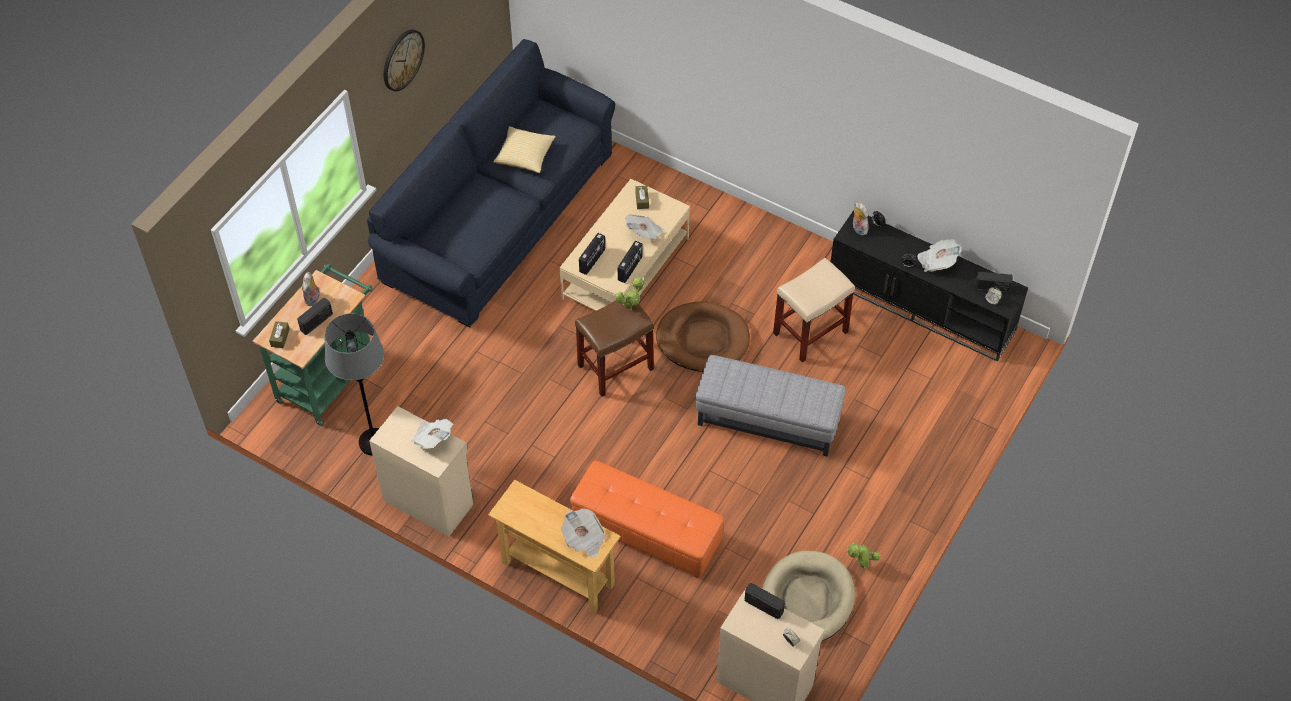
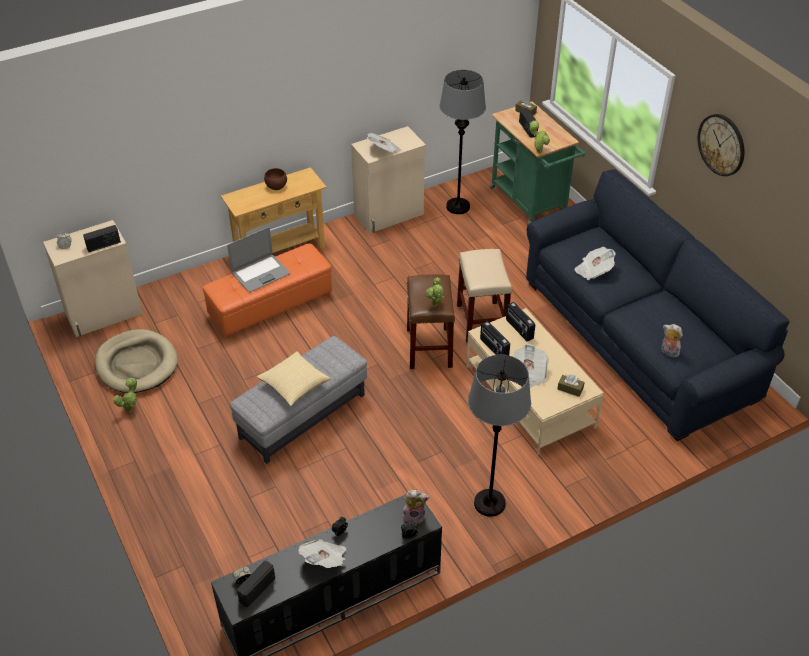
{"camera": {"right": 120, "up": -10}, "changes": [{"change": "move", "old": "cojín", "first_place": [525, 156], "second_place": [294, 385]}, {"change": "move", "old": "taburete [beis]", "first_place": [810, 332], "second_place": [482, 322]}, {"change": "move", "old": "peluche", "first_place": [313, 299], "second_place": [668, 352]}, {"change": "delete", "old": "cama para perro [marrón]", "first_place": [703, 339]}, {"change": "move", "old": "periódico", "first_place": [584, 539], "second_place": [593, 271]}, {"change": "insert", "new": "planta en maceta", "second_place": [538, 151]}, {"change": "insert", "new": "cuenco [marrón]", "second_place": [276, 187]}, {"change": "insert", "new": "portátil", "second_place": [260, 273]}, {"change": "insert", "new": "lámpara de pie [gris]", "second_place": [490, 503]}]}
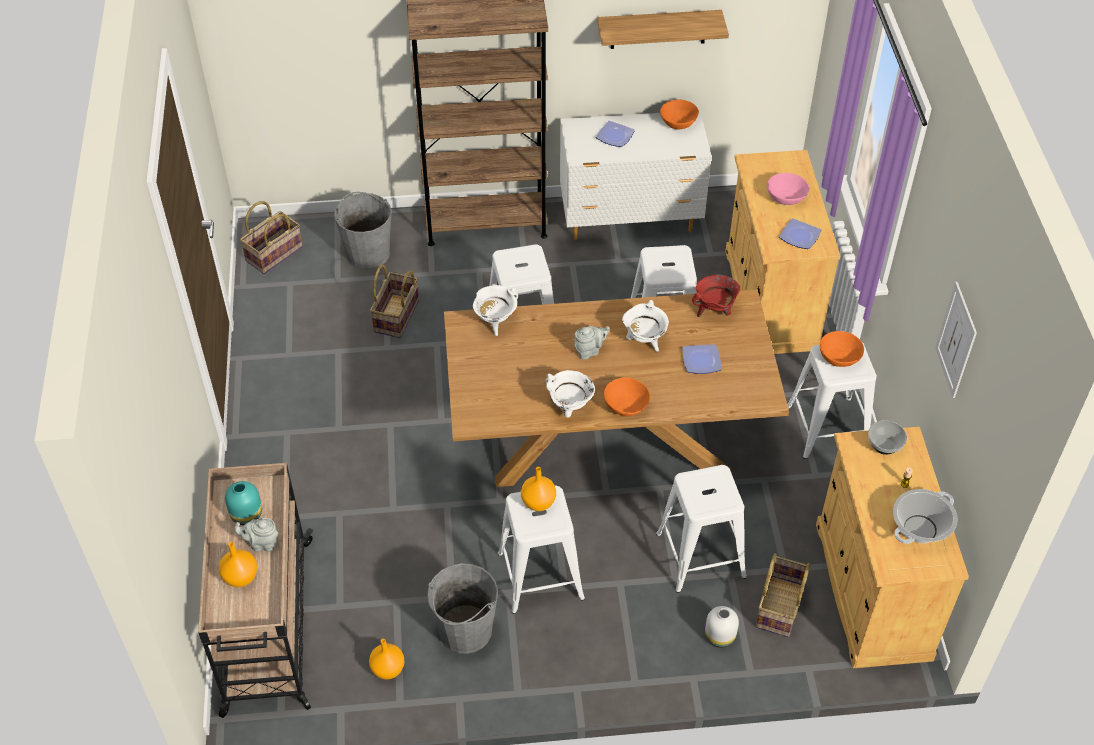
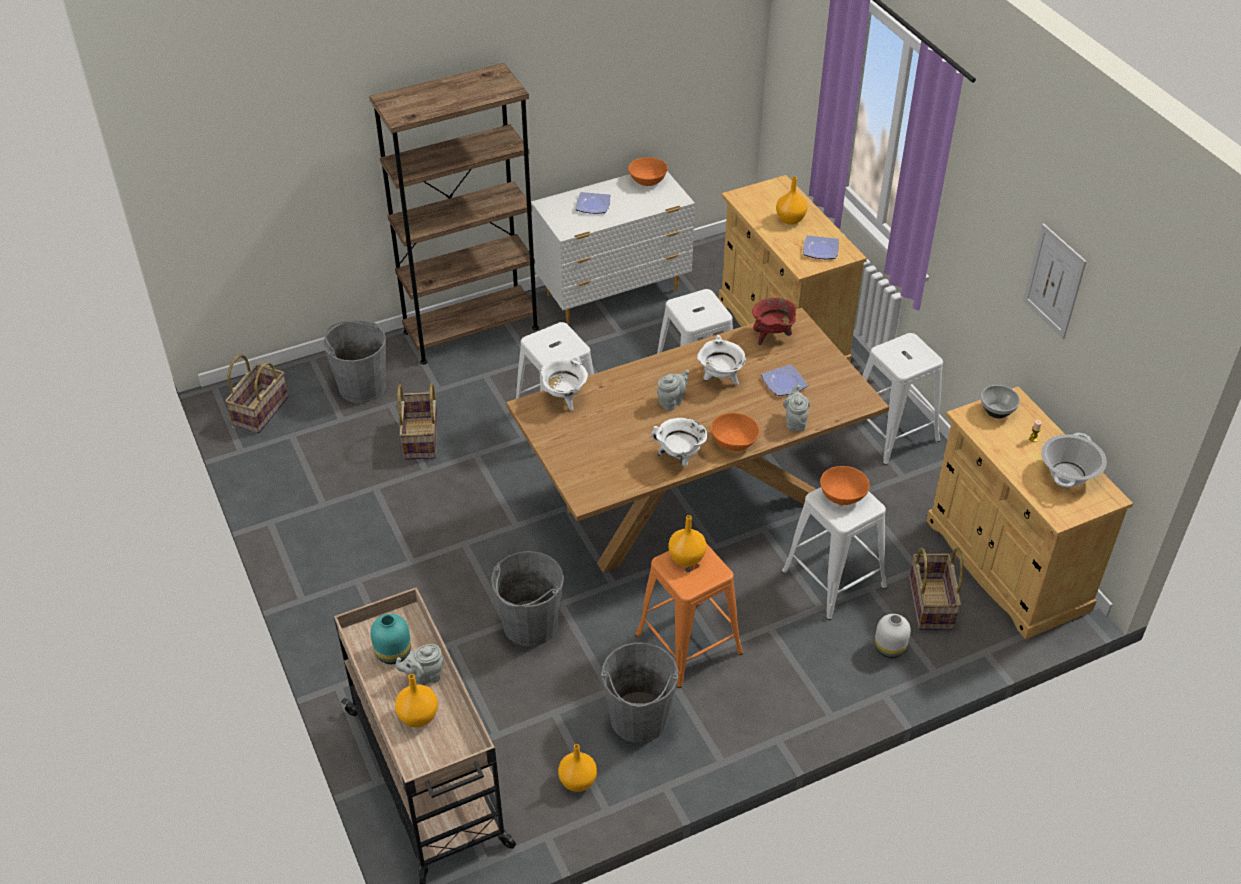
{"camera": {"right": -20, "up": -5}, "changes": [{"change": "delete", "old": "estante", "first_place": [658, 29]}, {"change": "replace", "old": "cuenco [rosa]", "new": "florero [naranja]", "first_place": [786, 197], "second_place": [789, 219]}, {"change": "move", "old": "cuenco [naranja]", "first_place": [839, 357], "second_place": [842, 495]}, {"change": "recolor", "old": "taburete [blanco]", "new": "taburete [naranja]", "first_place": [540, 575], "second_place": [688, 643]}, {"change": "insert", "new": "tetera [gris]", "second_place": [795, 421]}, {"change": "insert", "new": "cubo [gris]", "second_place": [530, 625]}]}
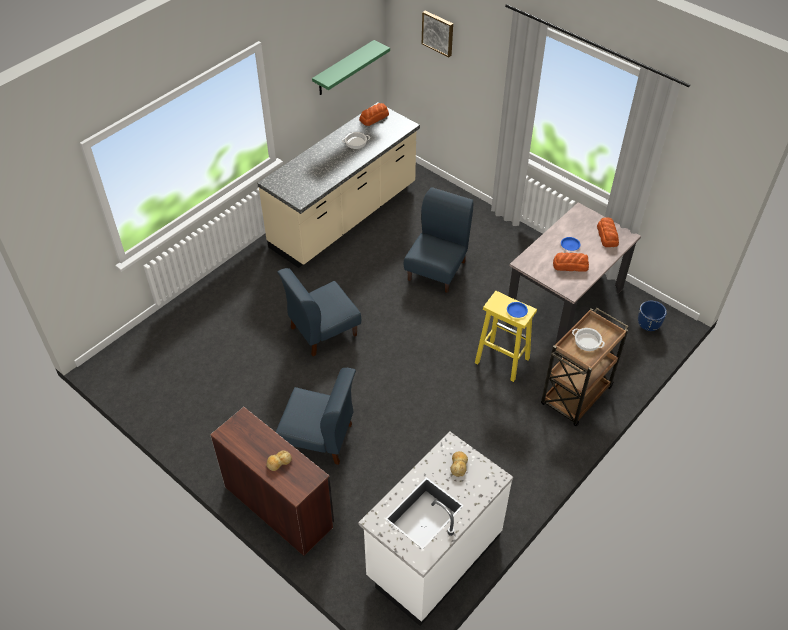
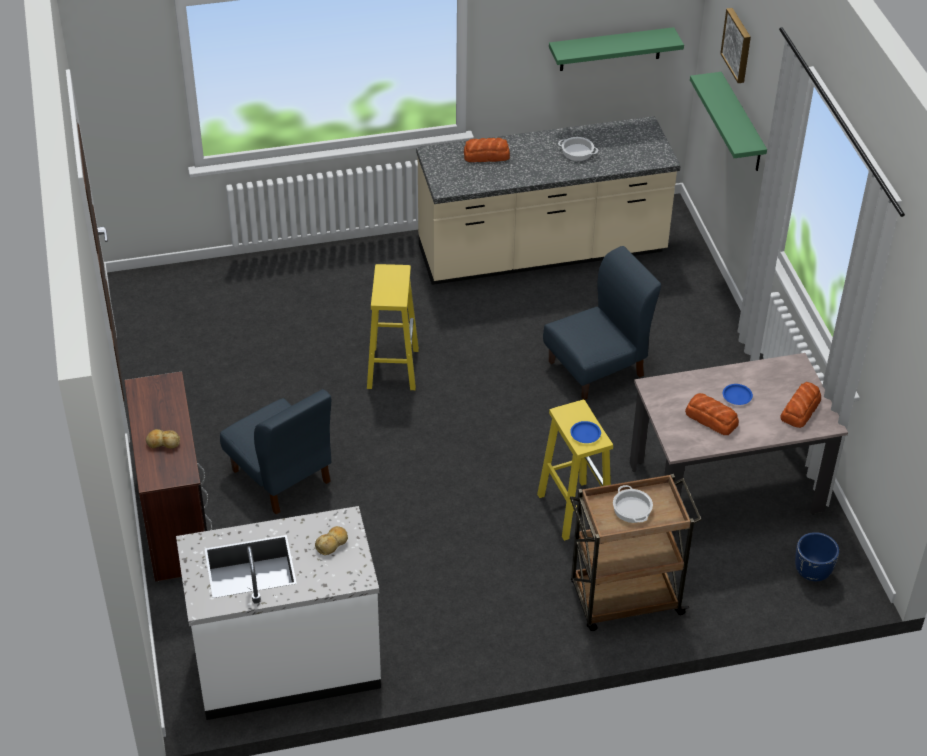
{"camera": {"right": 35, "up": -5}, "changes": [{"change": "move", "old": "pan", "first_place": [374, 117], "second_place": [487, 155]}, {"change": "replace", "old": "silla [azul]", "new": "taburete [amarillo]", "first_place": [323, 331], "second_place": [392, 367]}, {"change": "insert", "new": "estante [verde]", "second_place": [741, 124]}]}
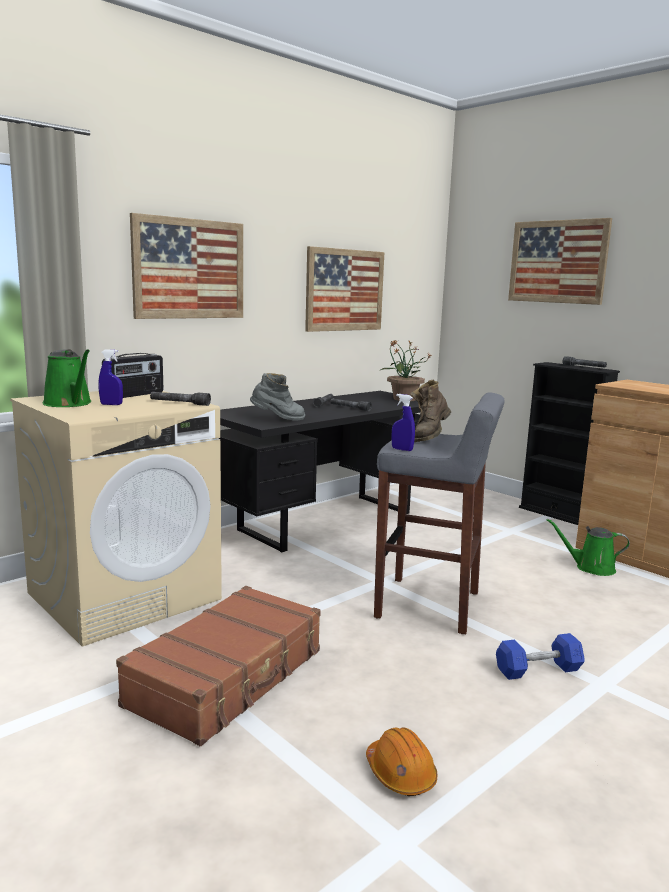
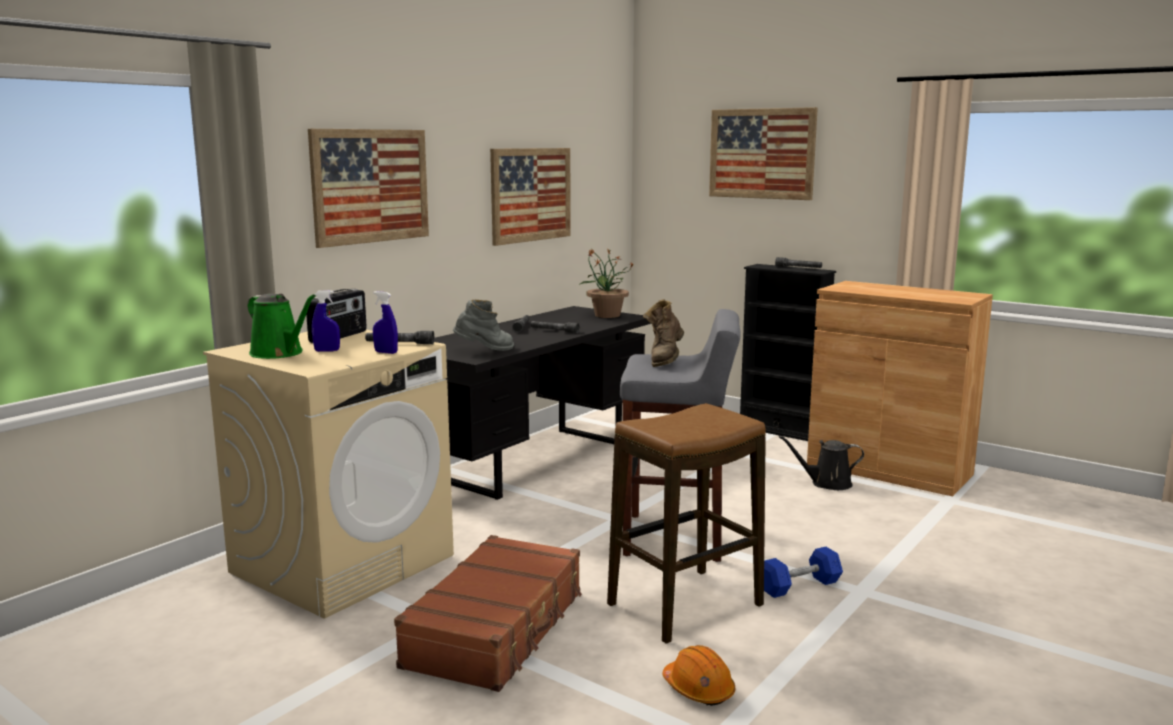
{"camera": {"right": -10, "up": 0}, "changes": [{"change": "move", "old": "pulverizador [azul]", "first_place": [402, 449], "second_place": [386, 352]}, {"change": "recolor", "old": "regadera [verde]", "new": "regadera [negro]", "first_place": [591, 568], "second_place": [827, 483]}, {"change": "insert", "new": "taburete", "second_place": [685, 605]}]}
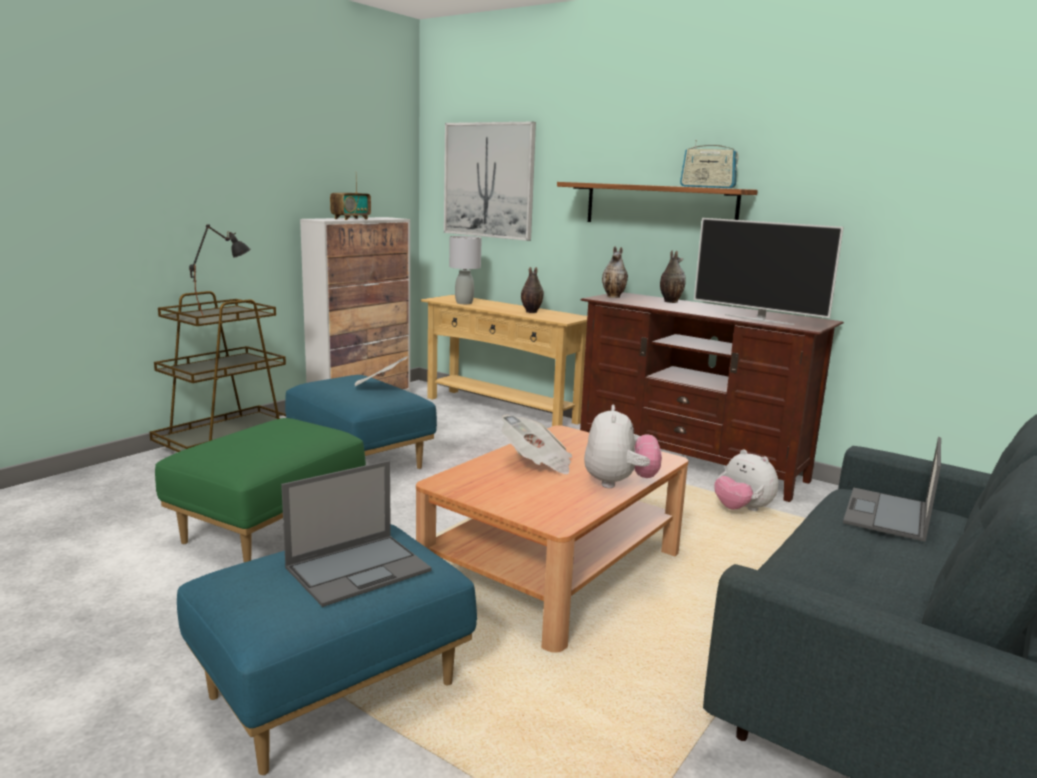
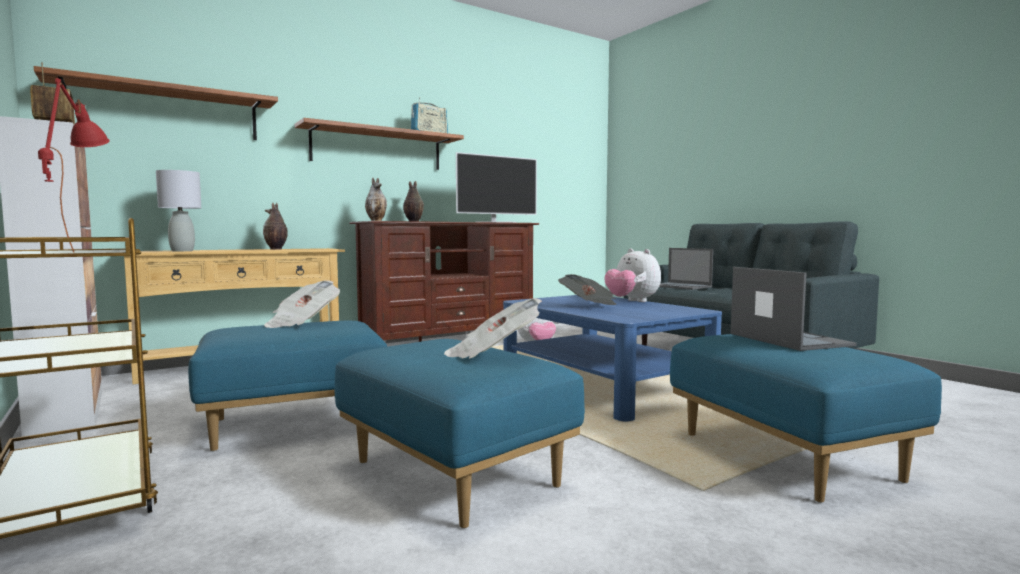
{"camera": {"right": -70, "up": -10}, "changes": [{"change": "replace", "old": "cuadro", "new": "estante", "first_place": [488, 180], "second_place": [167, 112]}, {"change": "recolor", "old": "lámpara de mesa [negro]", "new": "lámpara de mesa [rojo]", "first_place": [224, 316], "second_place": [78, 251]}, {"change": "rotate", "old": "peluche", "first_place": [619, 483], "second_place": [632, 301], "degrees": -150}, {"change": "recolor", "old": "puf [verde]", "new": "puf [azul]", "first_place": [269, 527], "second_place": [452, 474]}, {"change": "recolor", "old": "mesa de centro [marrón]", "new": "mesa de centro [azul]", "first_place": [554, 570], "second_place": [604, 386]}, {"change": "insert", "new": "periódico", "second_place": [493, 354]}]}
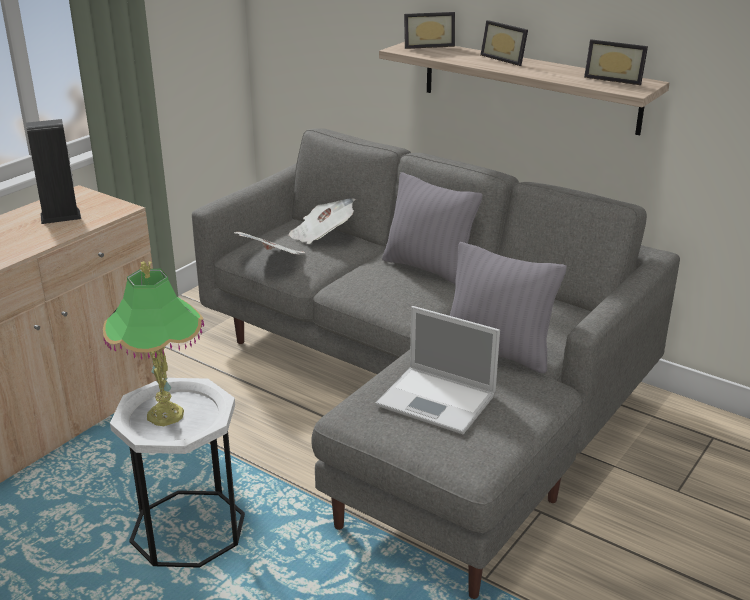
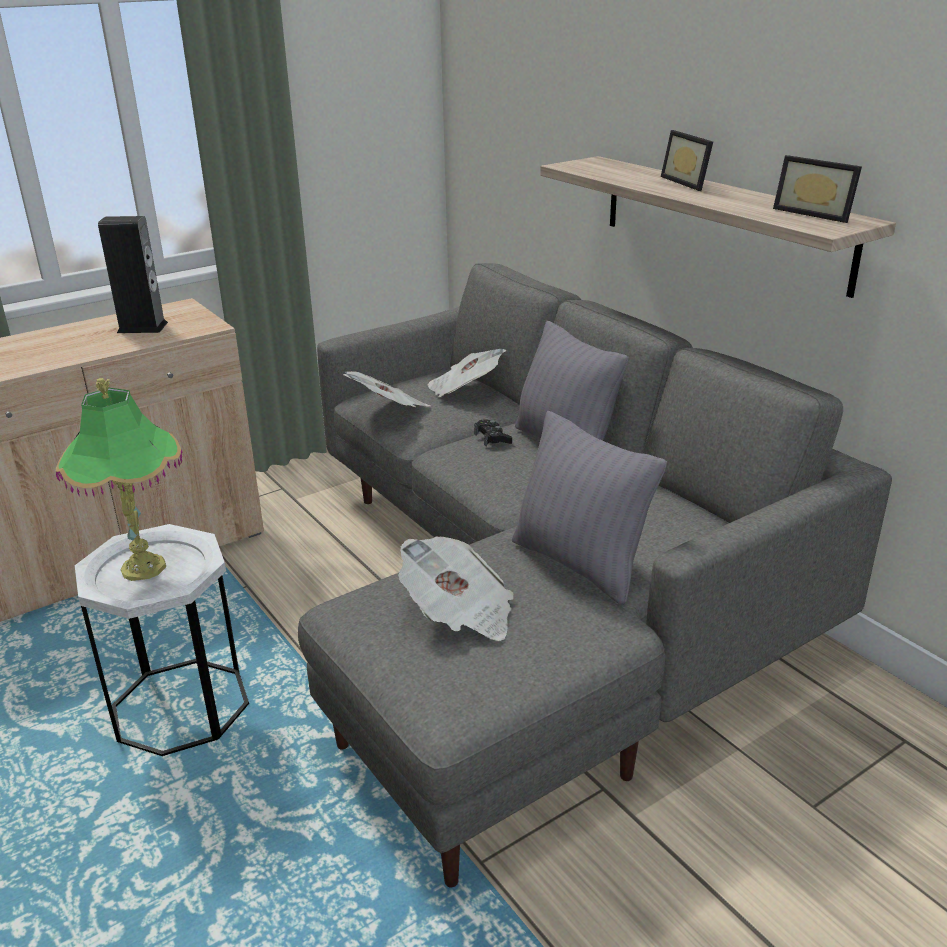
{"camera": {"right": 20, "up": 0}, "changes": [{"change": "delete", "old": "portarretratos", "first_place": [428, 45]}, {"change": "replace", "old": "portátil", "new": "periódico", "first_place": [438, 400], "second_place": [459, 613]}, {"change": "insert", "new": "mando de consola [negro]", "second_place": [492, 438]}]}
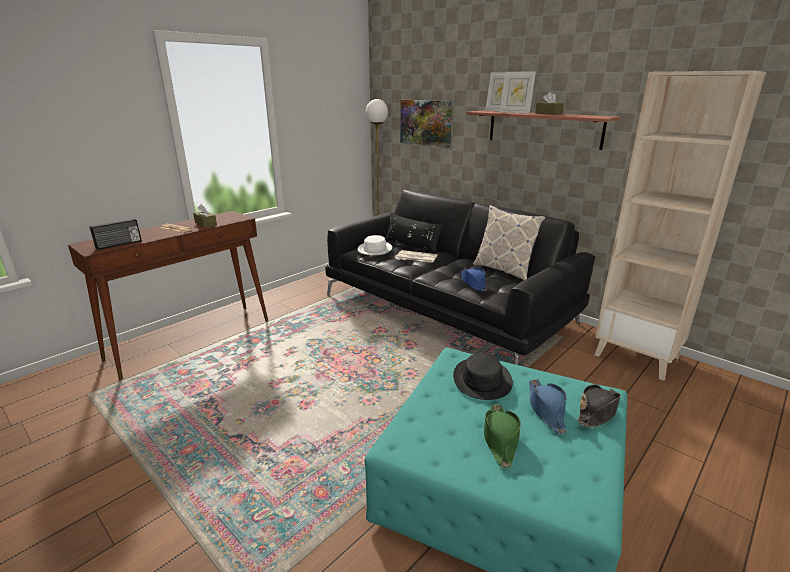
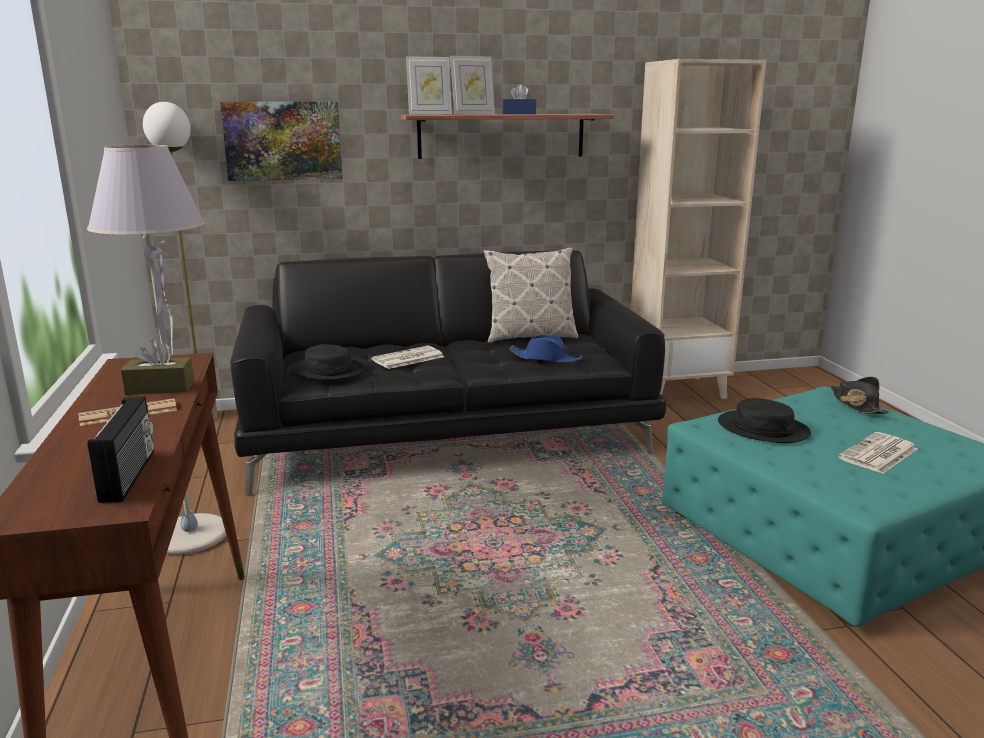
{"camera": {"right": -55, "up": -5}, "changes": [{"change": "recolor", "old": "caja de pañuelos [marrón]", "new": "caja de pañuelos [azul]", "first_place": [548, 114], "second_place": [519, 114]}, {"change": "delete", "old": "cojín [negro]", "first_place": [412, 246]}, {"change": "recolor", "old": "sombrero [blanco]", "new": "sombrero [negro]", "first_place": [375, 249], "second_place": [328, 370]}, {"change": "delete", "old": "sombrero [azul]", "first_place": [546, 409]}, {"change": "replace", "old": "sombrero [verde]", "new": "periódico", "first_place": [500, 439], "second_place": [878, 454]}, {"change": "insert", "new": "lámpara de pie [gris]", "second_place": [191, 536]}]}
